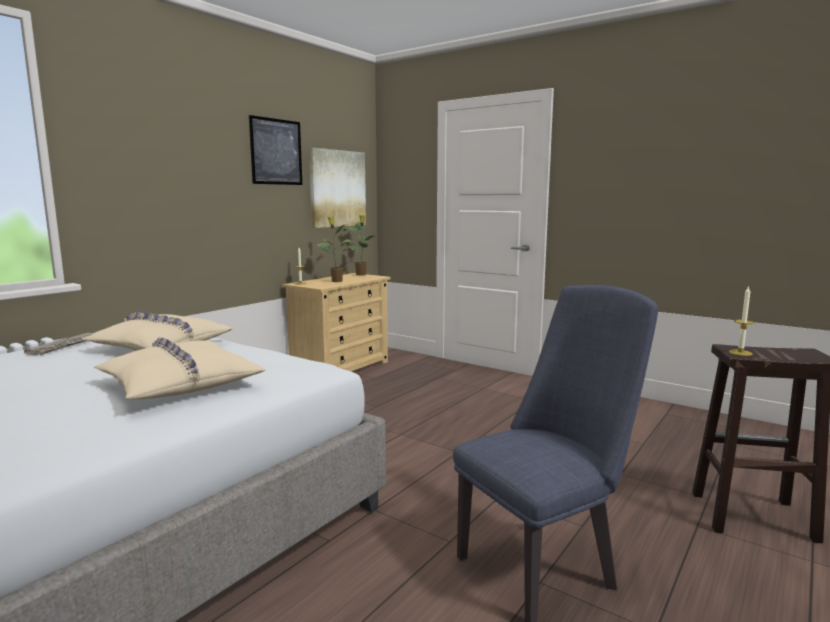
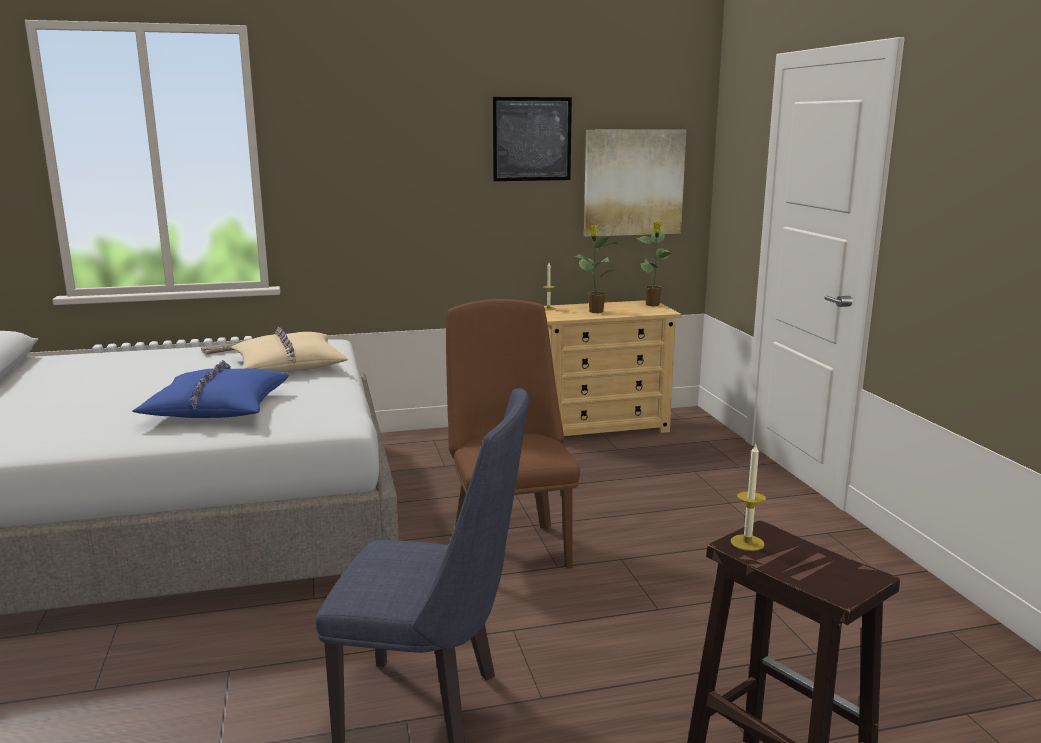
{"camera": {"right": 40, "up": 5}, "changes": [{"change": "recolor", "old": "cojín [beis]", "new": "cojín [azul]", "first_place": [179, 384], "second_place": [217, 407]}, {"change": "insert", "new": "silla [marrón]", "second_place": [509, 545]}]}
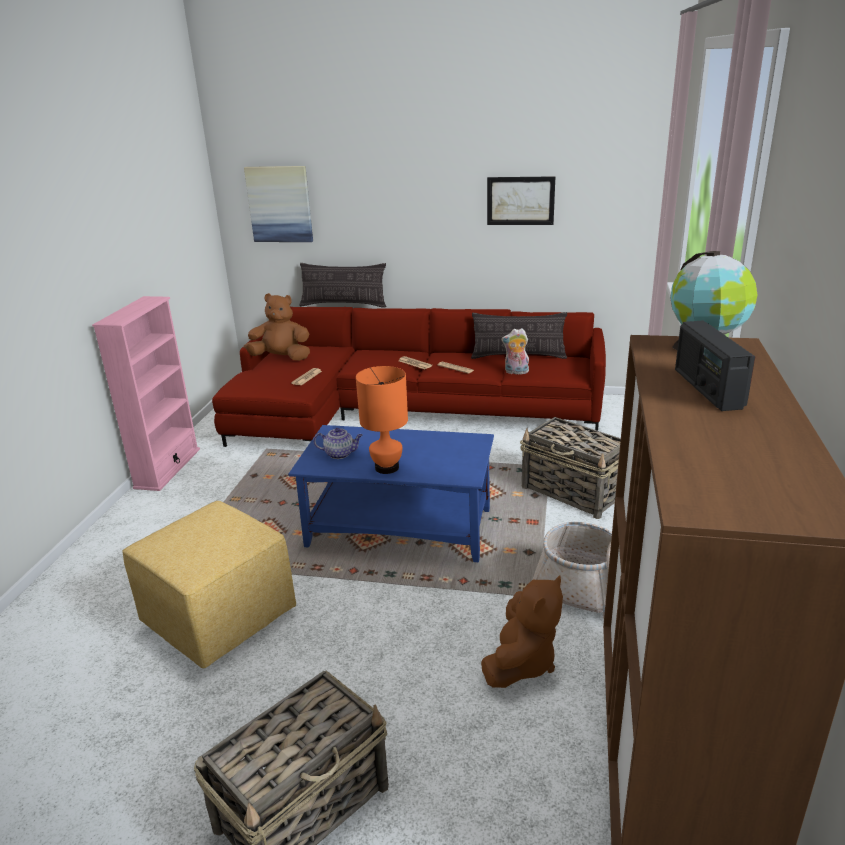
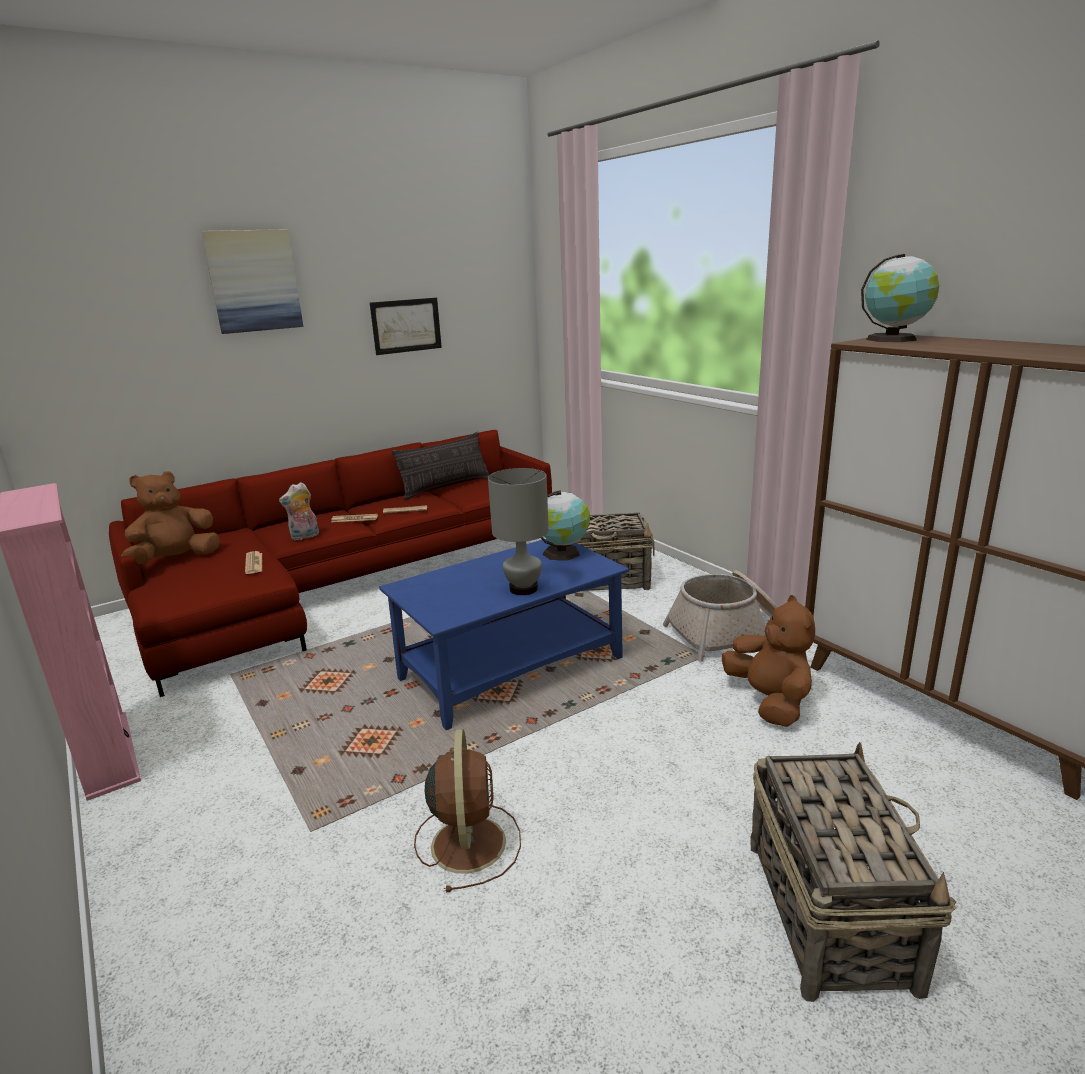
{"camera": {"right": -45, "up": -5}, "changes": [{"change": "move", "old": "cuadro", "first_place": [280, 204], "second_place": [254, 281]}, {"change": "delete", "old": "cojín", "first_place": [344, 305]}, {"change": "delete", "old": "radio", "first_place": [707, 389]}, {"change": "move", "old": "peluche", "first_place": [516, 372], "second_place": [304, 537]}, {"change": "recolor", "old": "lámpara de mesa [naranja]", "new": "lámpara de mesa [gris]", "first_place": [387, 468], "second_place": [524, 589]}, {"change": "delete", "old": "tetera", "first_place": [340, 454]}, {"change": "replace", "old": "puf [amarillo]", "new": "ventilador [marrón]", "first_place": [219, 618], "second_place": [468, 841]}, {"change": "insert", "new": "globo terráqueo", "second_place": [564, 553]}]}
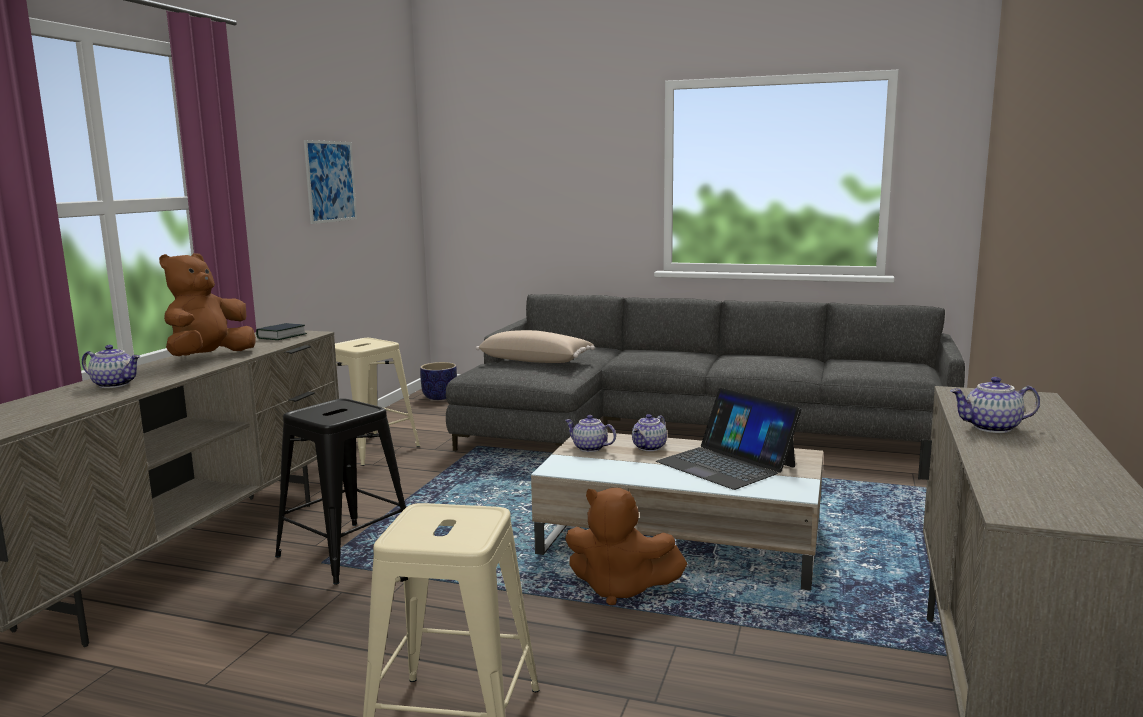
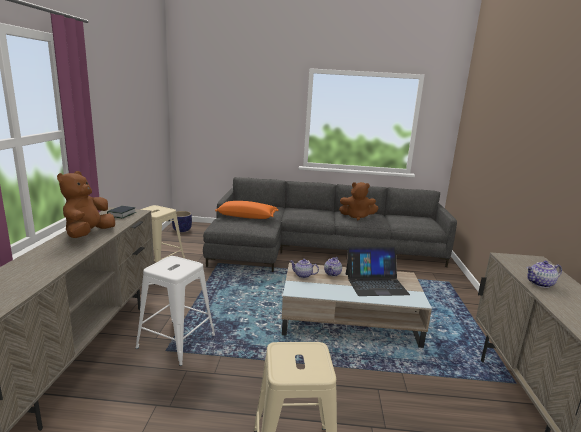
{"camera": {"right": -15, "up": 5}, "changes": [{"change": "delete", "old": "cuadro", "first_place": [330, 181]}, {"change": "recolor", "old": "cojín [beis]", "new": "cojín [naranja]", "first_place": [536, 361], "second_place": [247, 216]}, {"change": "delete", "old": "tetera", "first_place": [115, 384]}, {"change": "rotate", "old": "portátil", "first_place": [726, 464], "second_place": [375, 284], "degrees": -45}, {"change": "recolor", "old": "taburete [negro]", "new": "taburete [blanco]", "first_place": [346, 552], "second_place": [176, 342]}, {"change": "move", "old": "peluche [marrón]", "first_place": [620, 589], "second_place": [357, 217]}]}
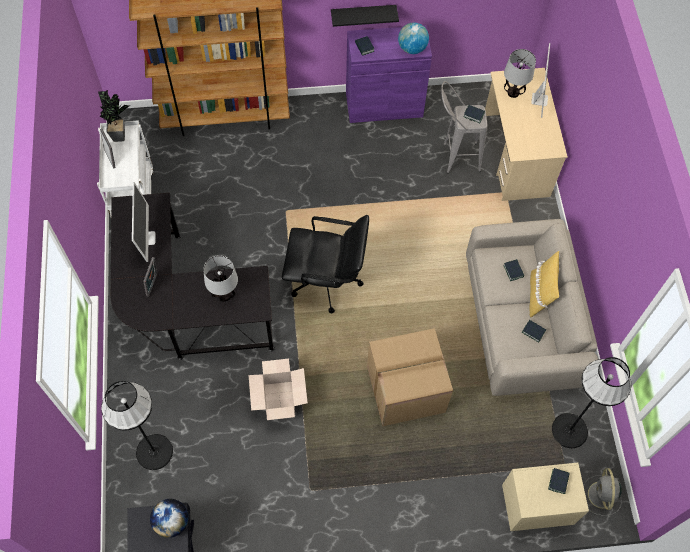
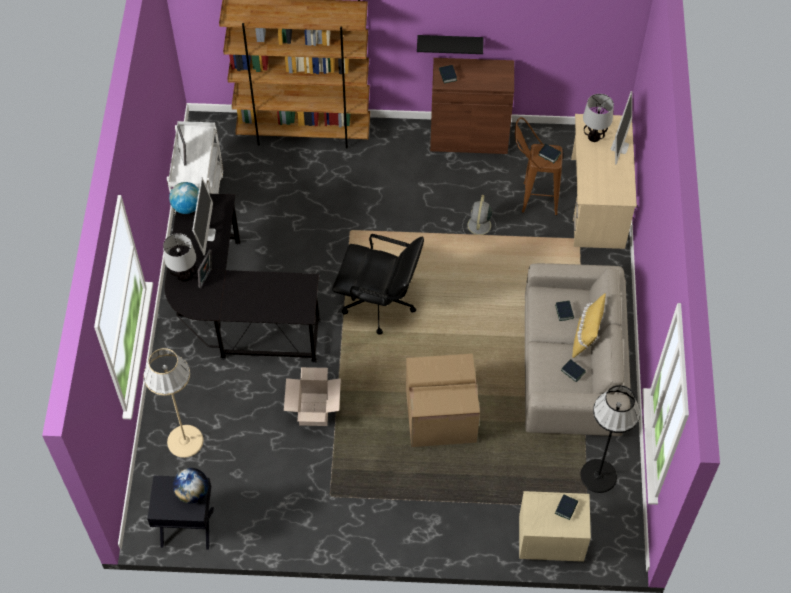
{"camera": {"right": 10, "up": -5}, "changes": [{"change": "move", "old": "globo terráqueo", "first_place": [412, 48], "second_place": [187, 207]}, {"change": "recolor", "old": "armario [morado]", "new": "armario [marrón]", "first_place": [384, 105], "second_place": [469, 137]}, {"change": "recolor", "old": "taburete [gris]", "new": "taburete [marrón]", "first_place": [454, 158], "second_place": [532, 198]}, {"change": "delete", "old": "planta en maceta", "first_place": [120, 134]}, {"change": "move", "old": "lámpara de mesa", "first_place": [224, 294], "second_place": [184, 275]}, {"change": "recolor", "old": "lámpara de pie [negro]", "new": "lámpara de pie [beis]", "first_place": [154, 452], "second_place": [185, 441]}, {"change": "move", "old": "ventilador [gris]", "first_place": [601, 496], "second_place": [479, 226]}]}
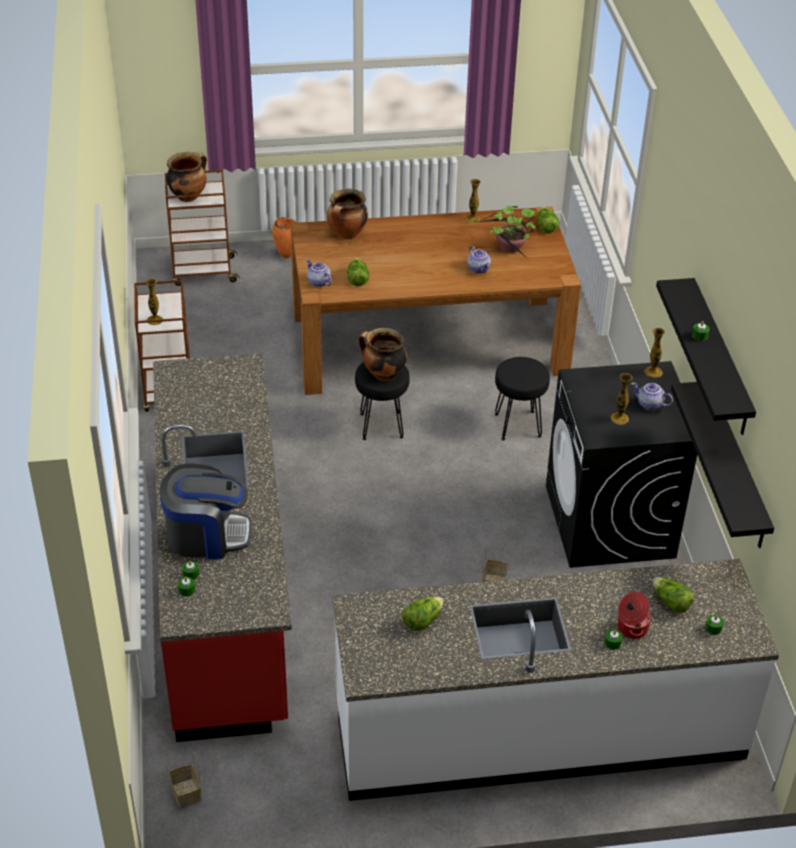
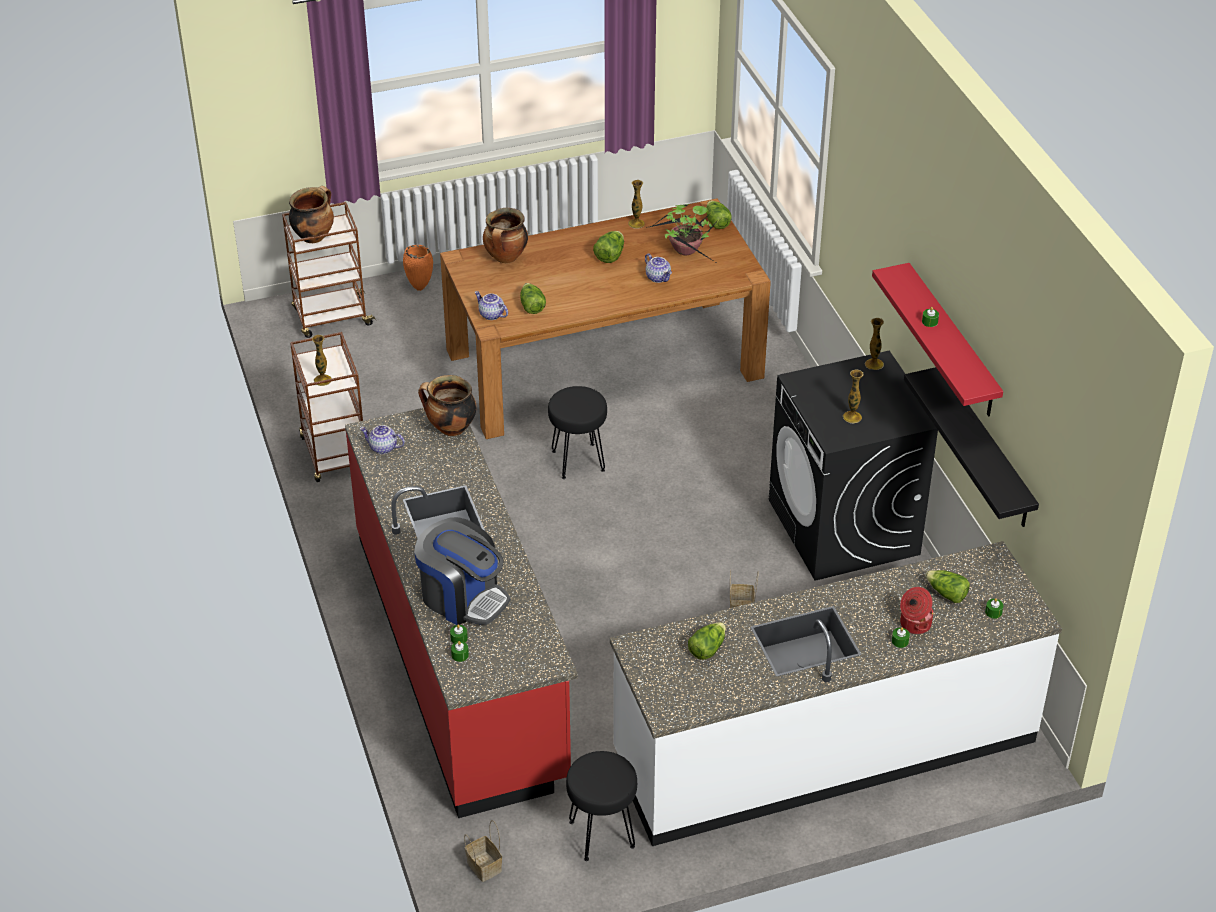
{"camera": {"right": -10, "up": 0}, "changes": [{"change": "recolor", "old": "estante [negro]", "new": "estante [rojo]", "first_place": [720, 358], "second_place": [952, 342]}, {"change": "move", "old": "olla", "first_place": [383, 374], "second_place": [450, 428]}, {"change": "move", "old": "taburete [negro]", "first_place": [517, 425], "second_place": [601, 835]}, {"change": "move", "old": "tetera", "first_place": [649, 405], "second_place": [382, 448]}, {"change": "rotate", "old": "cafetera", "first_place": [207, 535], "second_place": [463, 597], "degrees": 45}, {"change": "insert", "new": "lechuga", "second_place": [610, 256]}]}
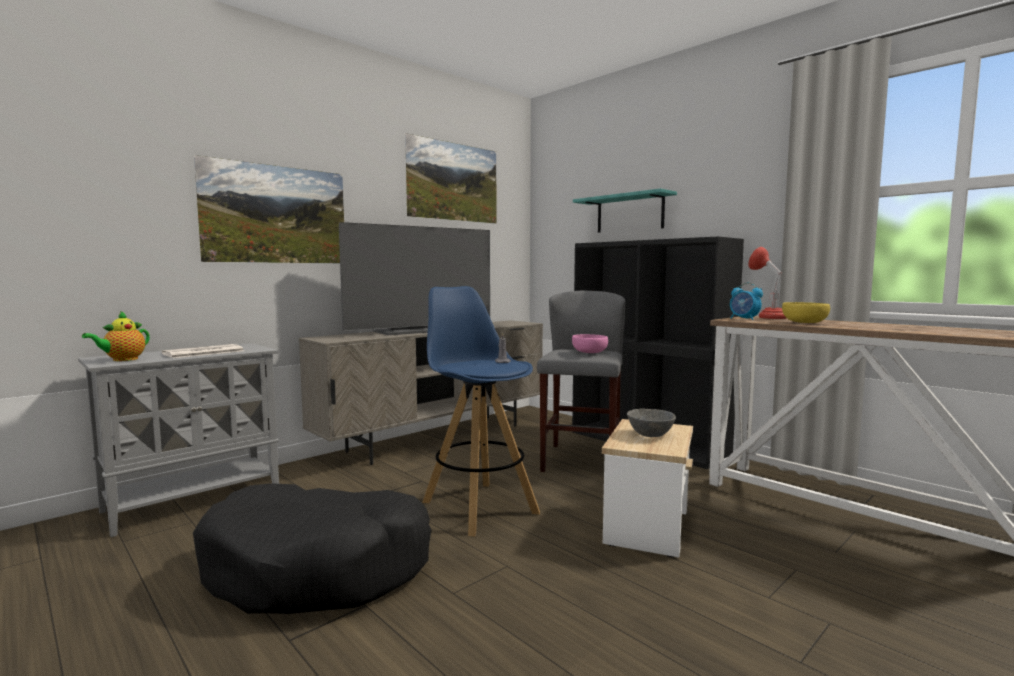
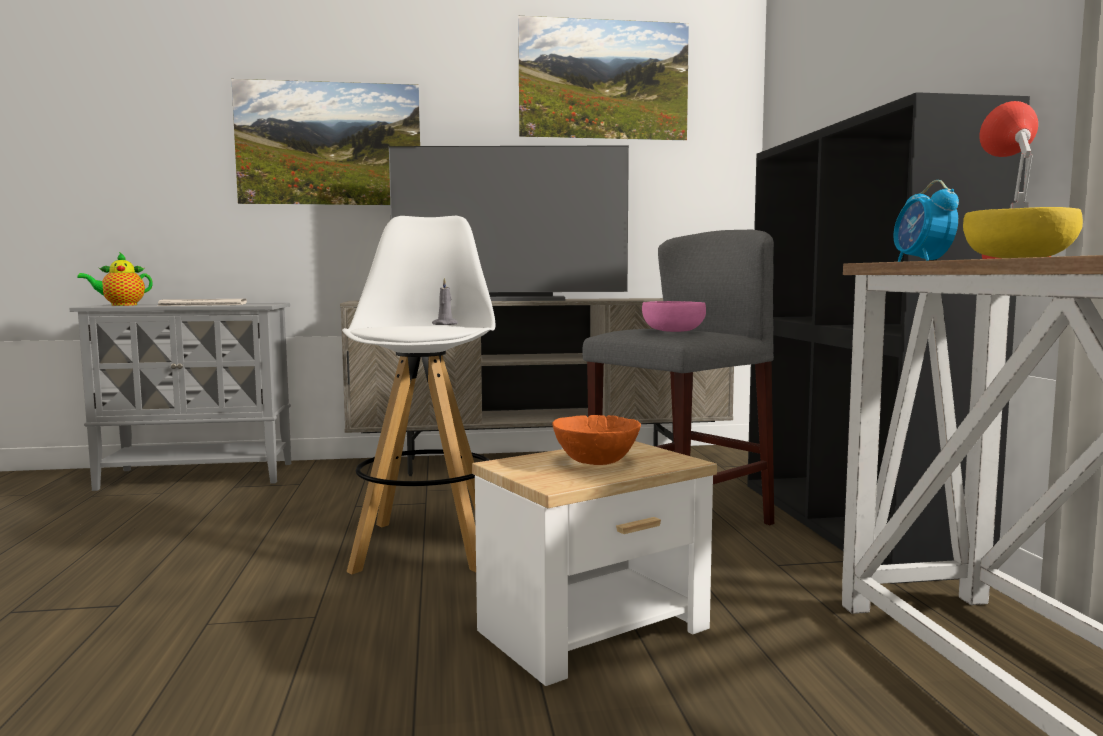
{"camera": {"right": 35, "up": 0}, "changes": [{"change": "delete", "old": "estante [turquesa]", "first_place": [630, 213]}, {"change": "recolor", "old": "taburete [azul]", "new": "taburete [blanco]", "first_place": [479, 506], "second_place": [426, 544]}, {"change": "recolor", "old": "cuenco [gris]", "new": "cuenco [naranja]", "first_place": [650, 435], "second_place": [596, 462]}, {"change": "delete", "old": "cama para perro [negro]", "first_place": [319, 568]}]}
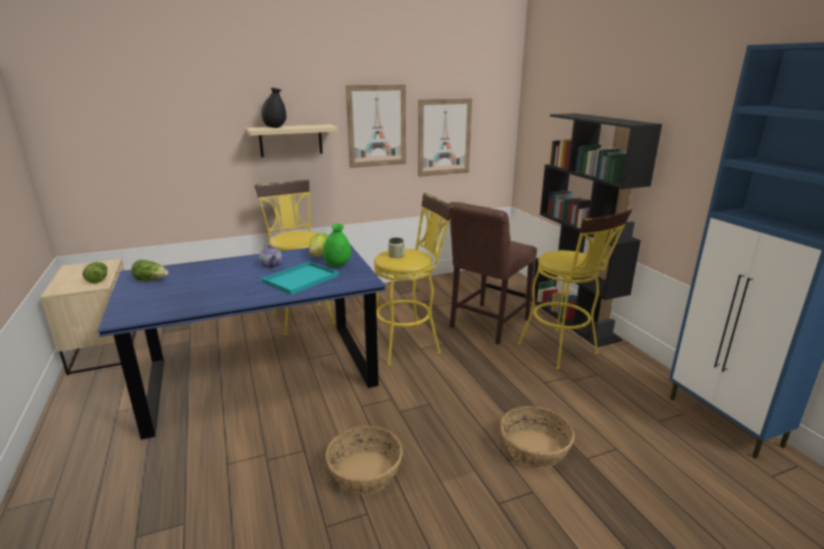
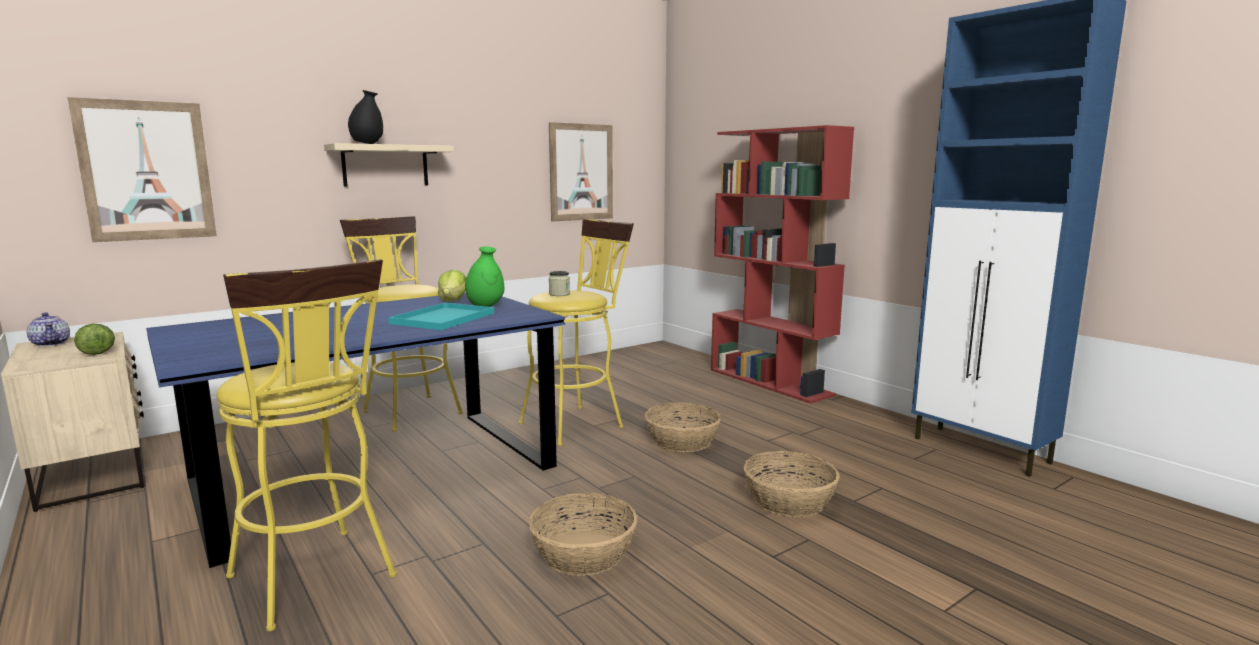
{"camera": {"right": -15, "up": -10}, "changes": [{"change": "move", "old": "cuadro", "first_place": [377, 126], "second_place": [146, 171]}, {"change": "recolor", "old": "estantería [negro]", "new": "estantería [rojo]", "first_place": [573, 319], "second_place": [770, 382]}, {"change": "delete", "old": "silla [marrón]", "first_place": [486, 324]}, {"change": "move", "old": "taburete [amarillo]", "first_place": [562, 351], "second_place": [318, 581]}, {"change": "move", "old": "tetera", "first_place": [271, 265], "second_place": [51, 343]}, {"change": "delete", "old": "lechuga", "first_place": [152, 280]}, {"change": "insert", "new": "cesta", "second_place": [682, 441]}]}
